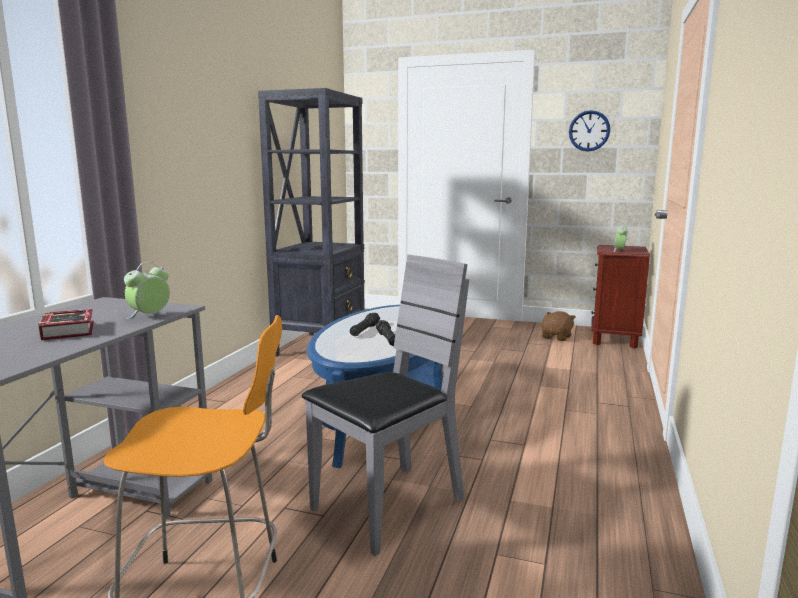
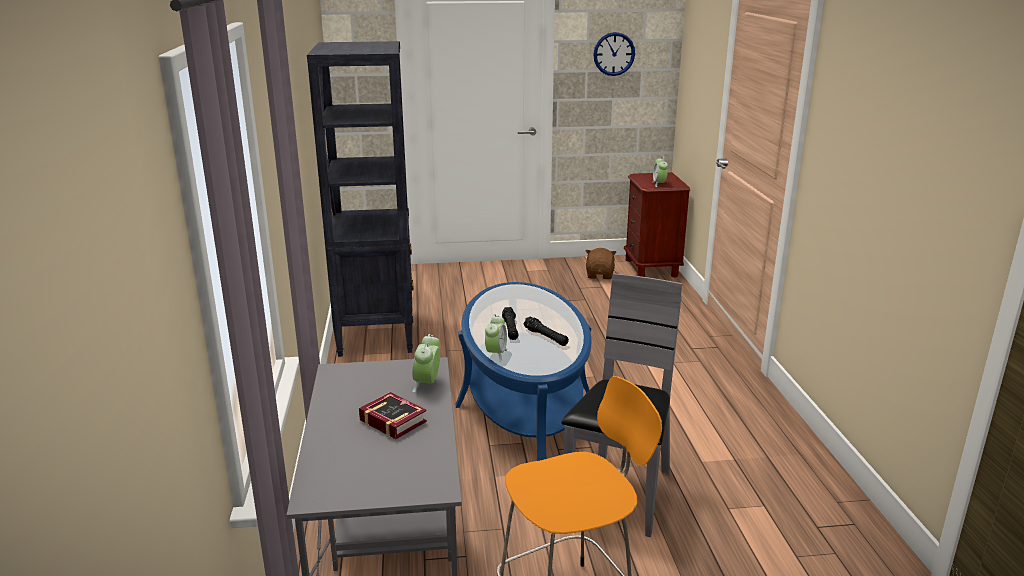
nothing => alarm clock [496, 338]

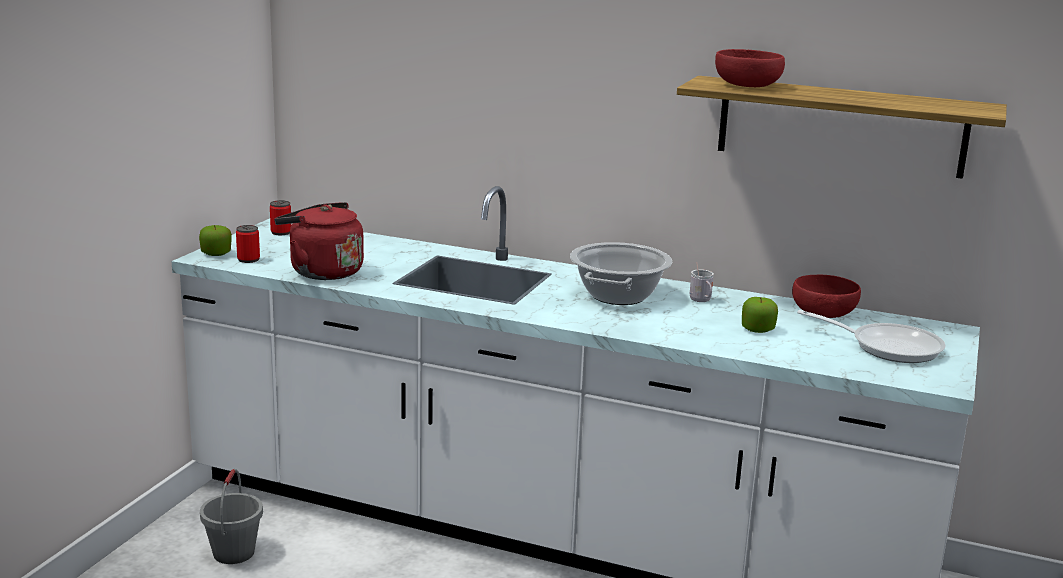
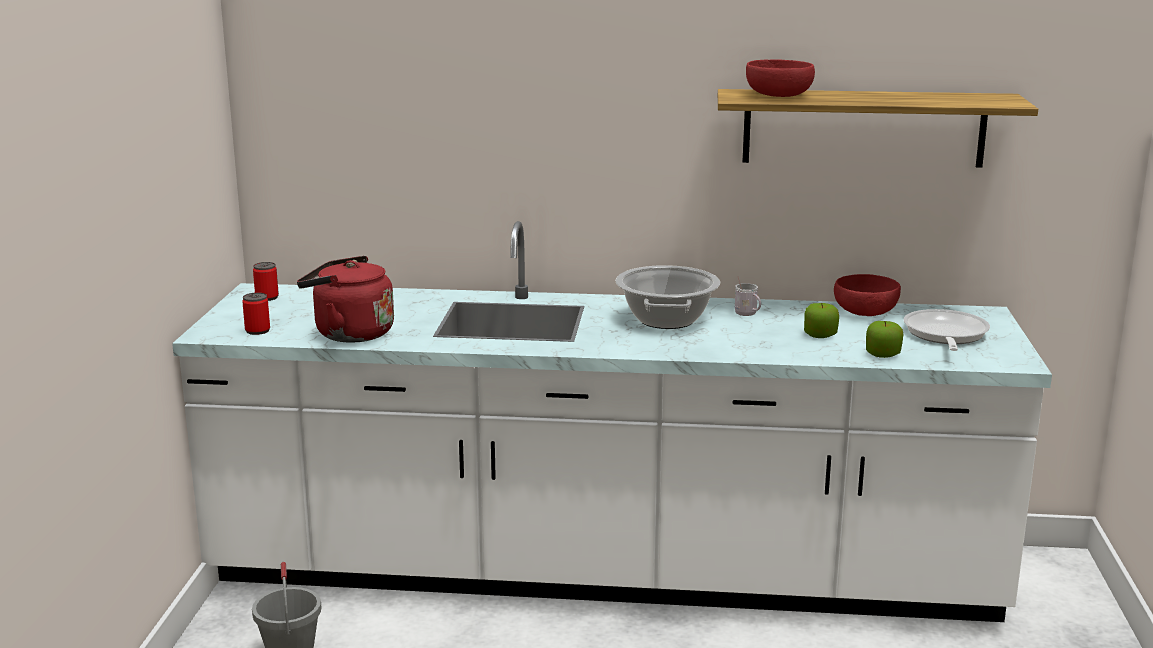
apple [215, 240] => apple [884, 339], move
frying pan [871, 336] => frying pan [946, 330], 90 degrees counterclockwise

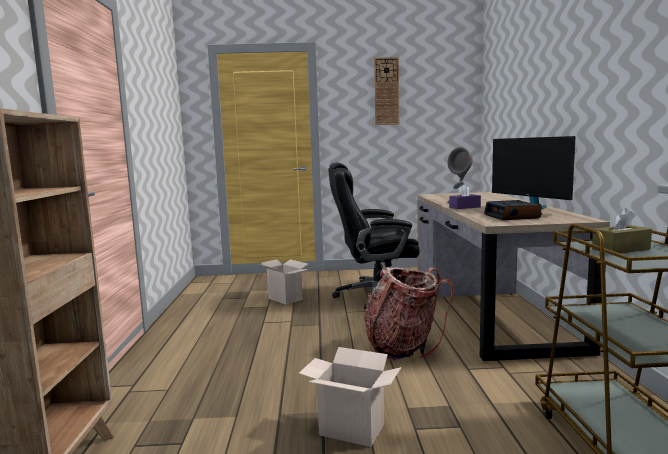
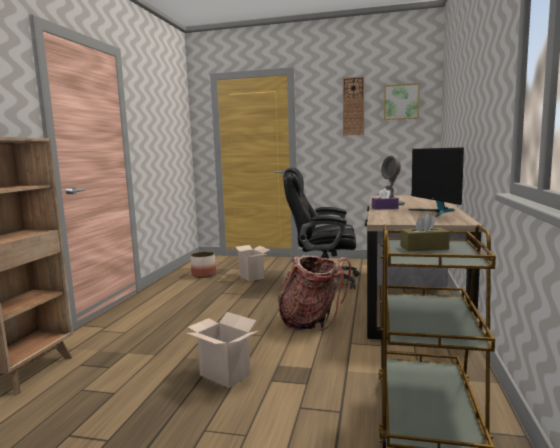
alarm clock [512, 210] => nothing
nothing => picture [402, 101]
nothing => planter [203, 264]

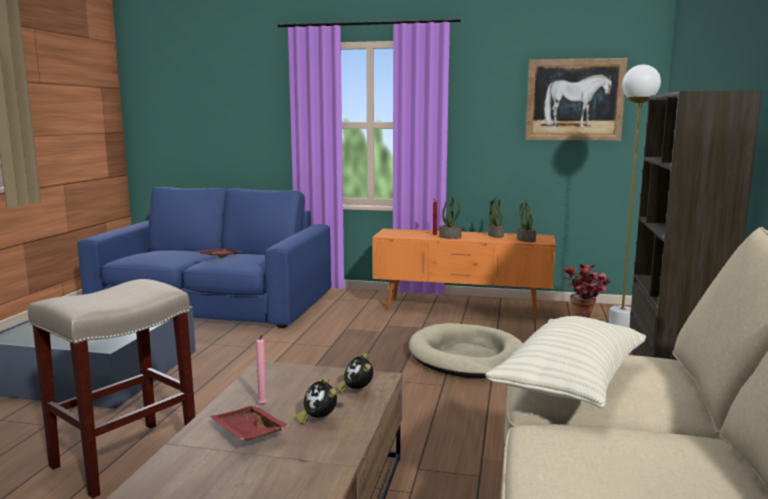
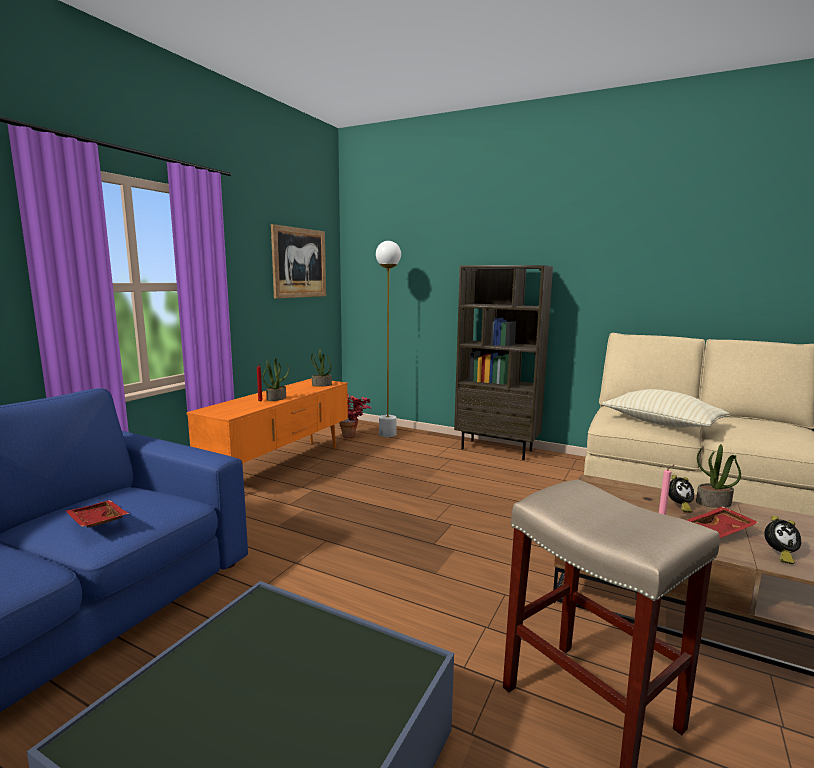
potted plant [496, 217] => potted plant [718, 476], move
beige dog bed [466, 350] => nothing
alarm clock [355, 373] => alarm clock [782, 539], move

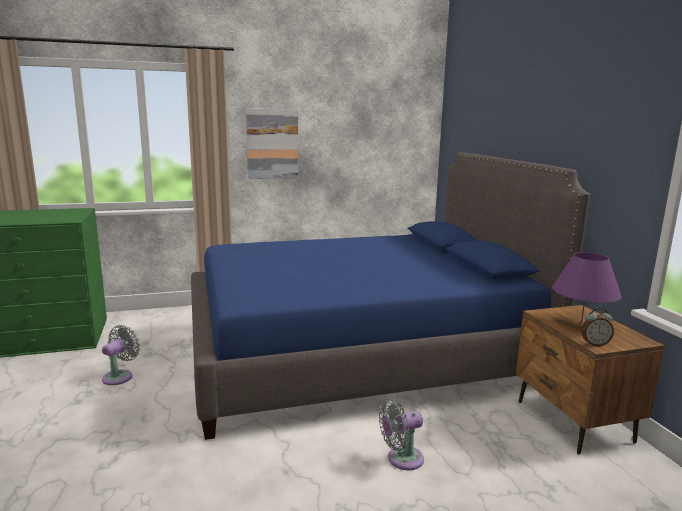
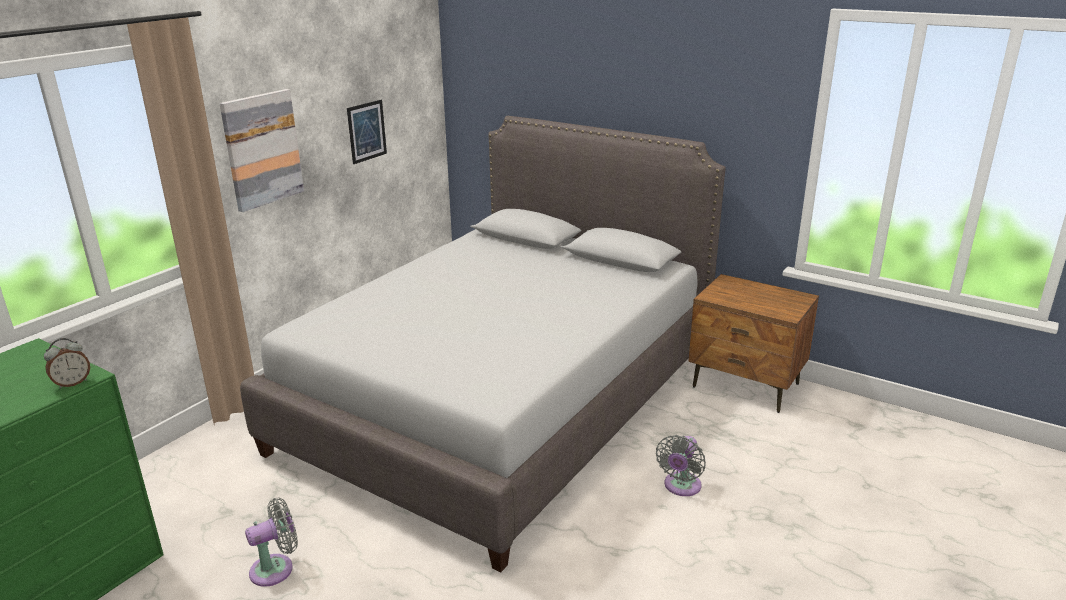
blue bed [390, 296] => grey bed [483, 344]
purple table lamp [587, 288] => nothing
alarm clock [597, 327] => alarm clock [67, 363], move
grey fan [121, 355] => grey fan [271, 542], 75 degrees clockwise
nothing => picture [367, 132]

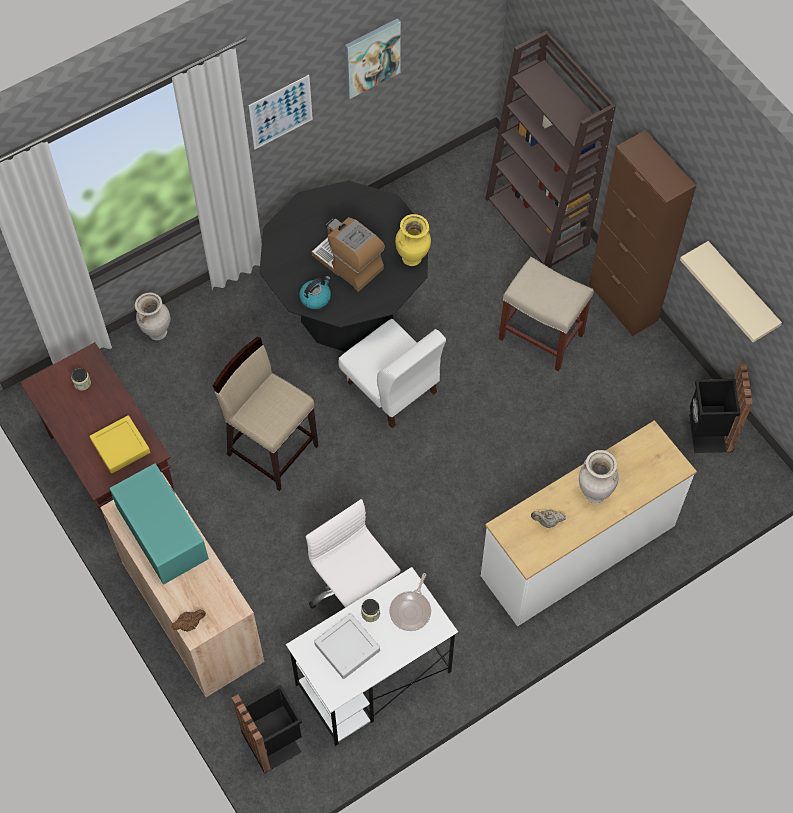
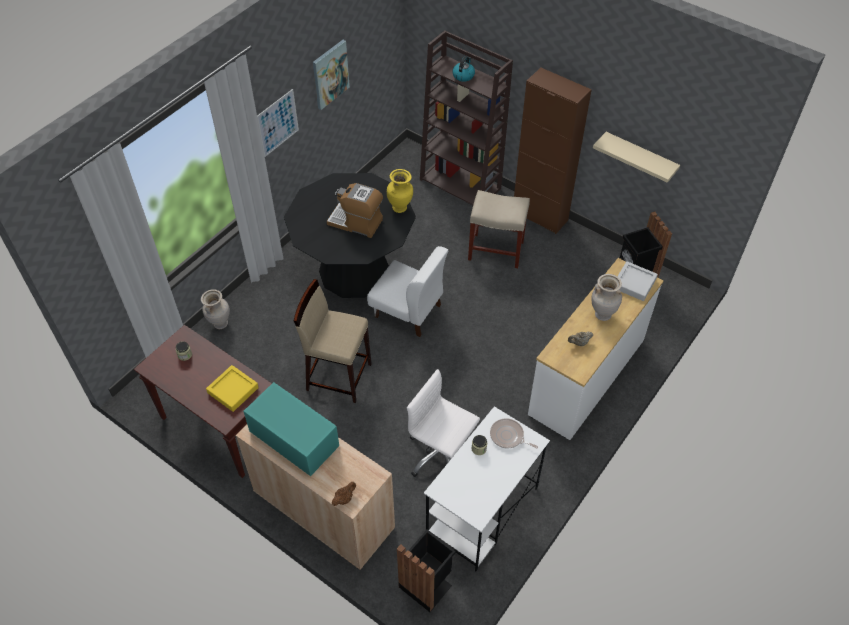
kettle [315, 292] => kettle [463, 69], move
frying pan [410, 602] => frying pan [514, 433], 120 degrees clockwise
grey tray [347, 646] => grey tray [637, 281], move

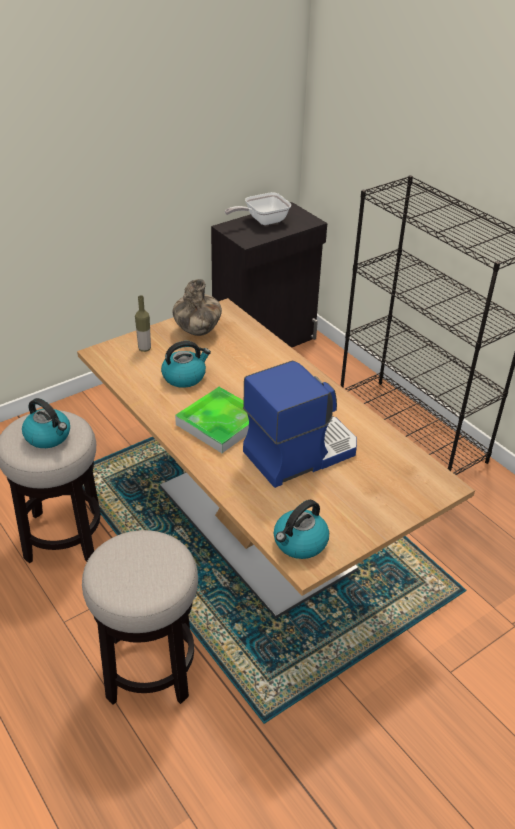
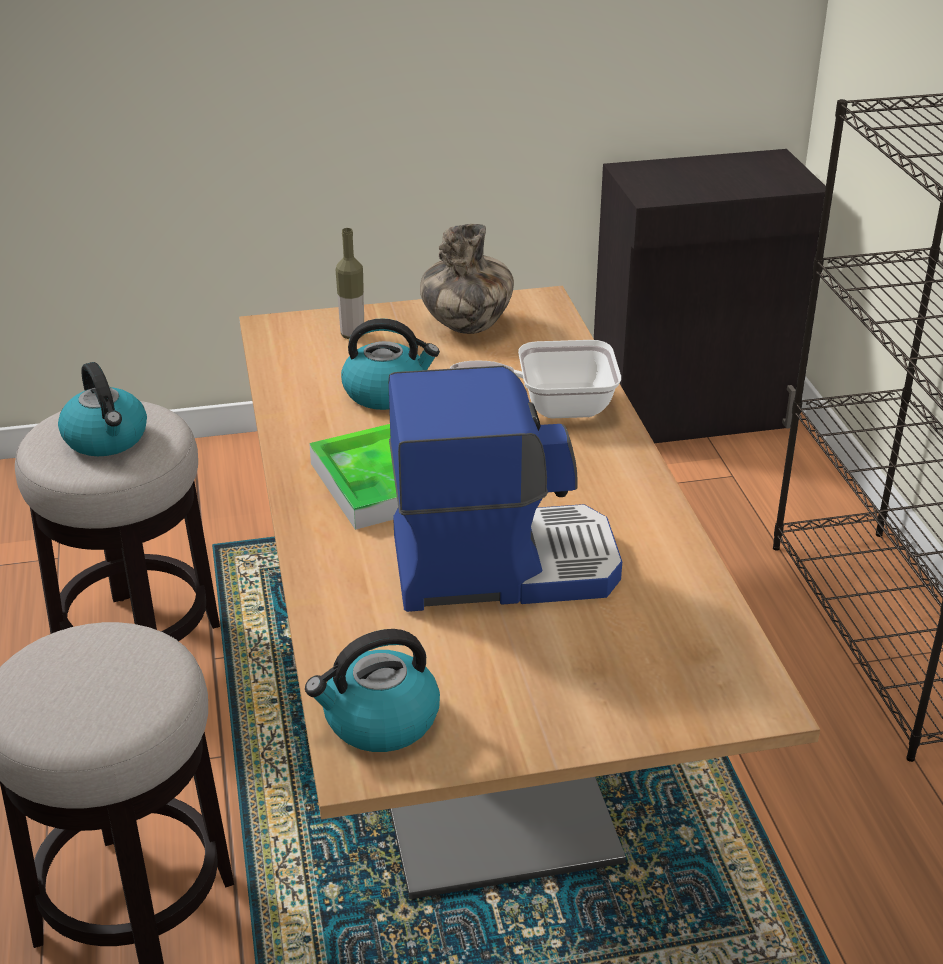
frying pan [258, 208] => frying pan [535, 379], move

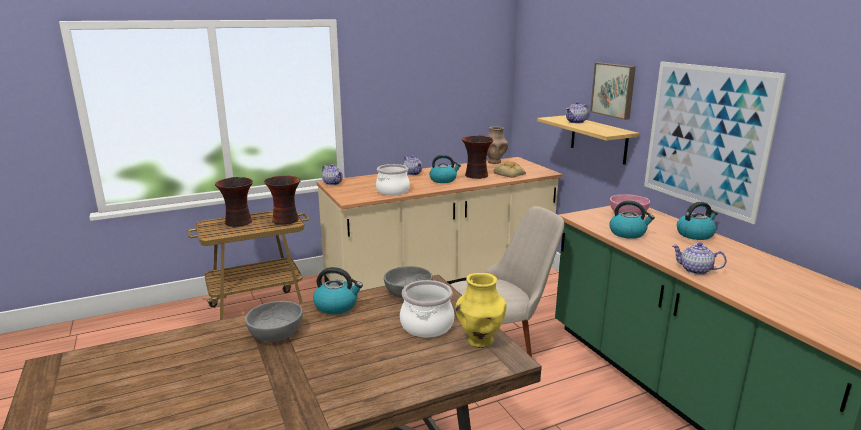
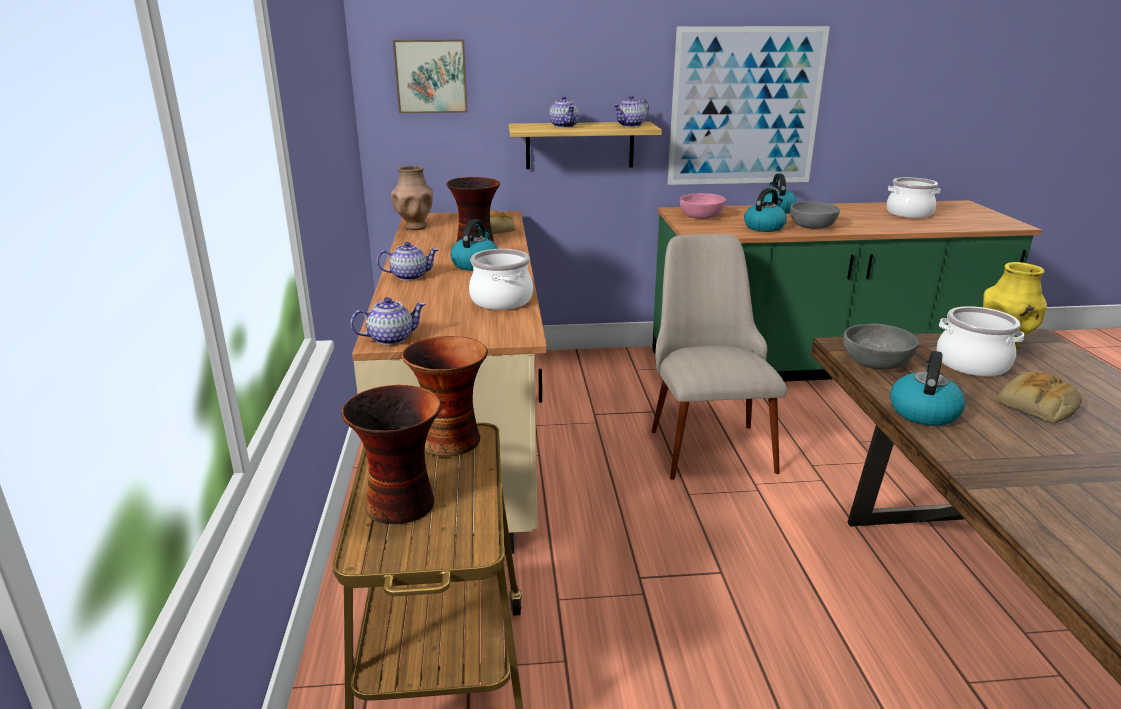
picture [613, 91] => picture [430, 76], move
teapot [699, 258] => teapot [631, 111], move
grey bowl [274, 321] => grey bowl [815, 215], move
nothing => cooking pot [913, 197]
nothing => bread [1039, 397]

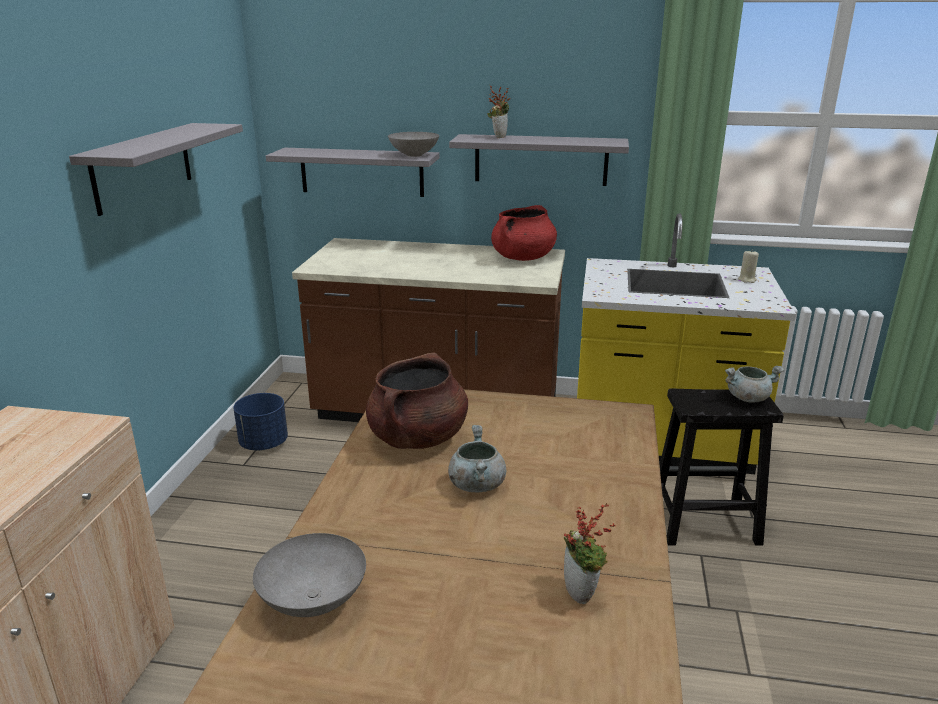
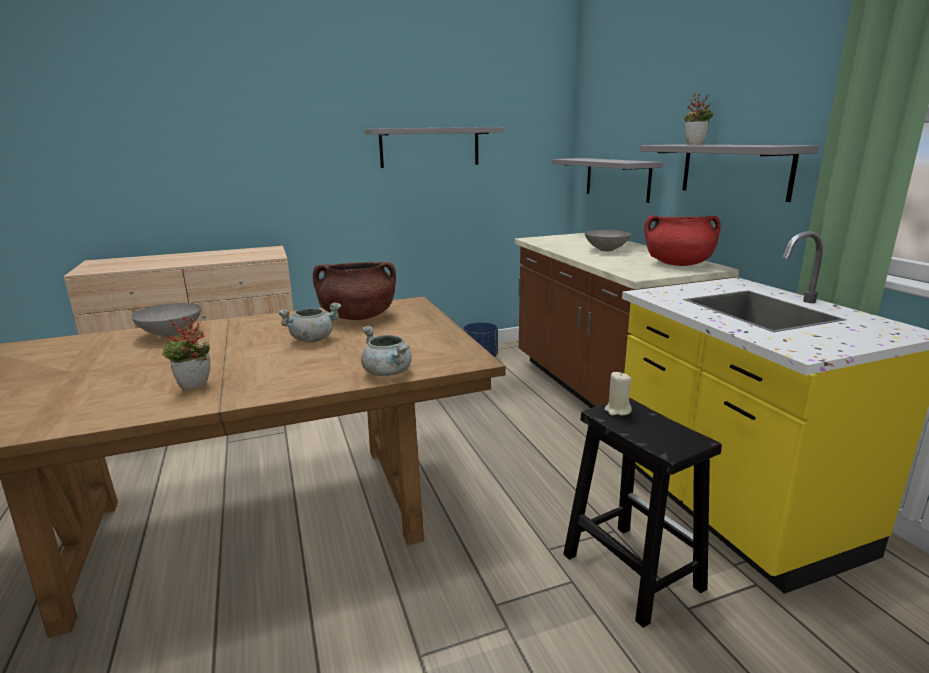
grey bowl [413, 144] => grey bowl [608, 241], move
beige candle [748, 267] => beige candle [618, 394], move
grey cooking pot [754, 384] => grey cooking pot [386, 351], move

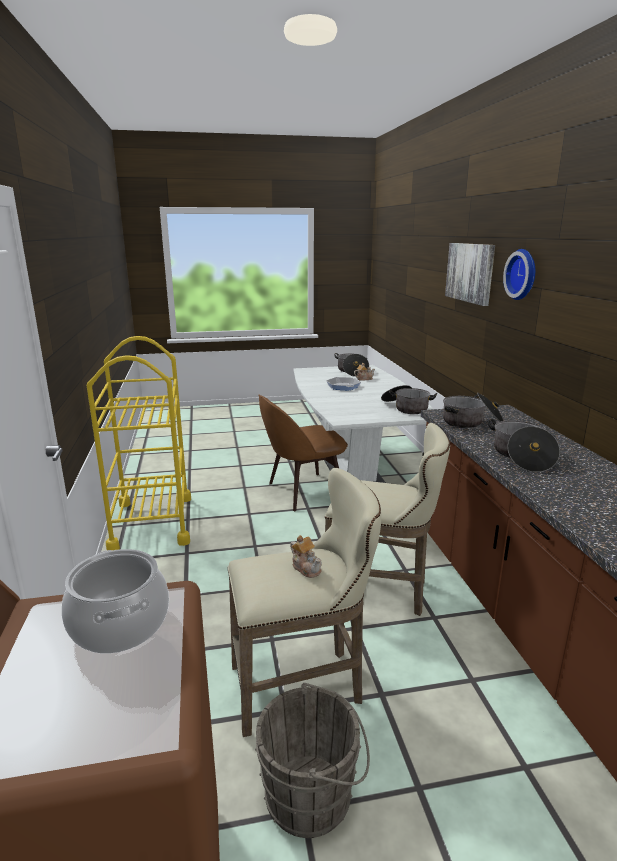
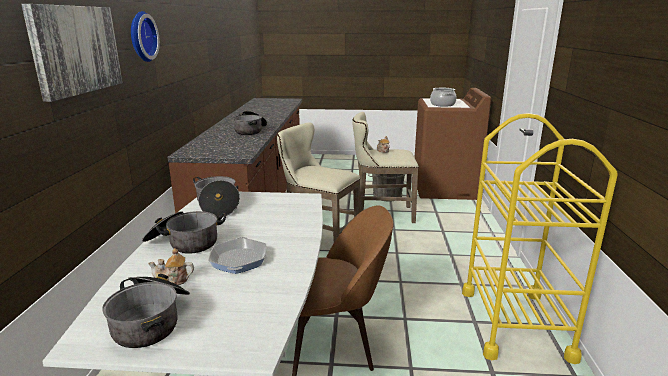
cooking pot [473, 410] => cooking pot [184, 232], move

